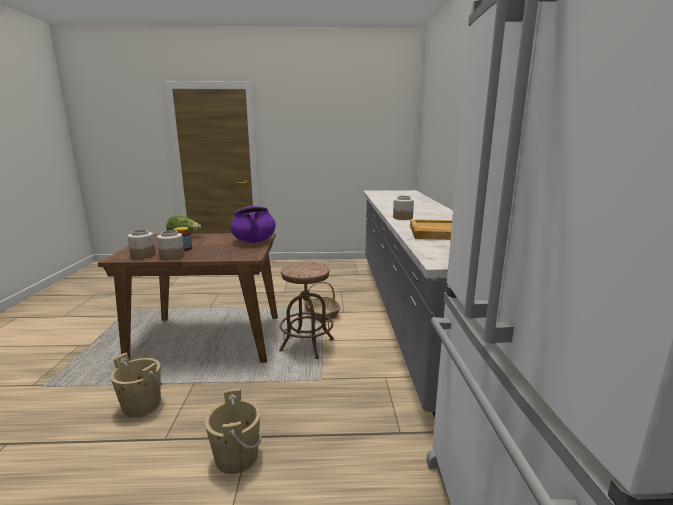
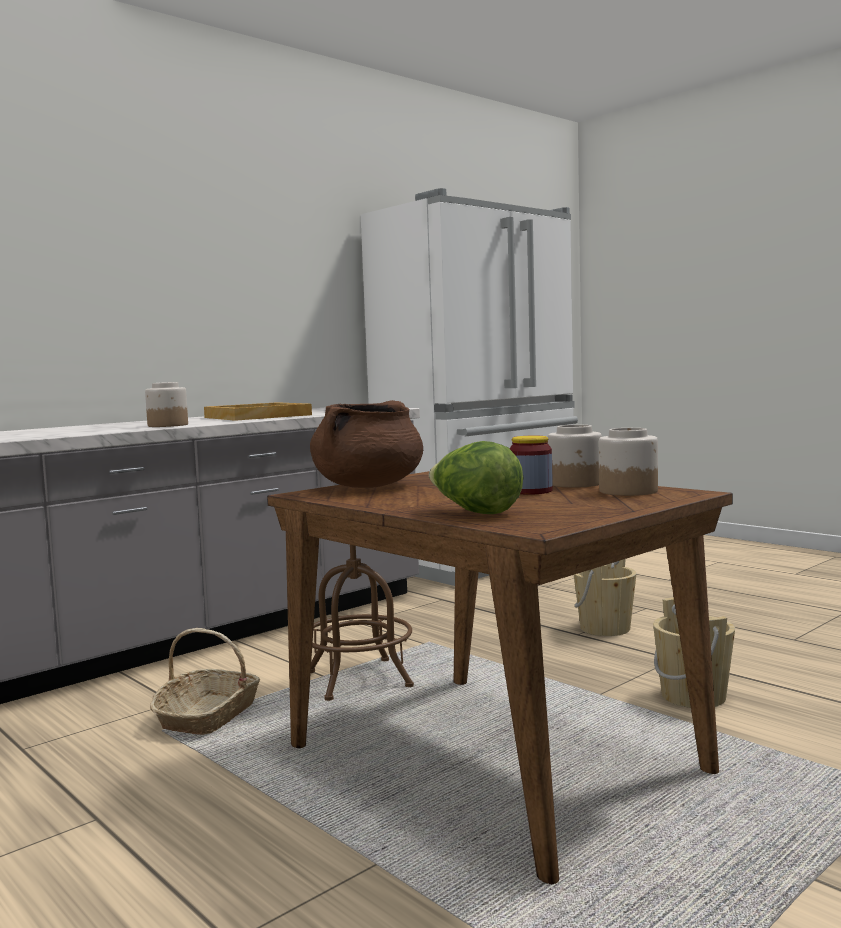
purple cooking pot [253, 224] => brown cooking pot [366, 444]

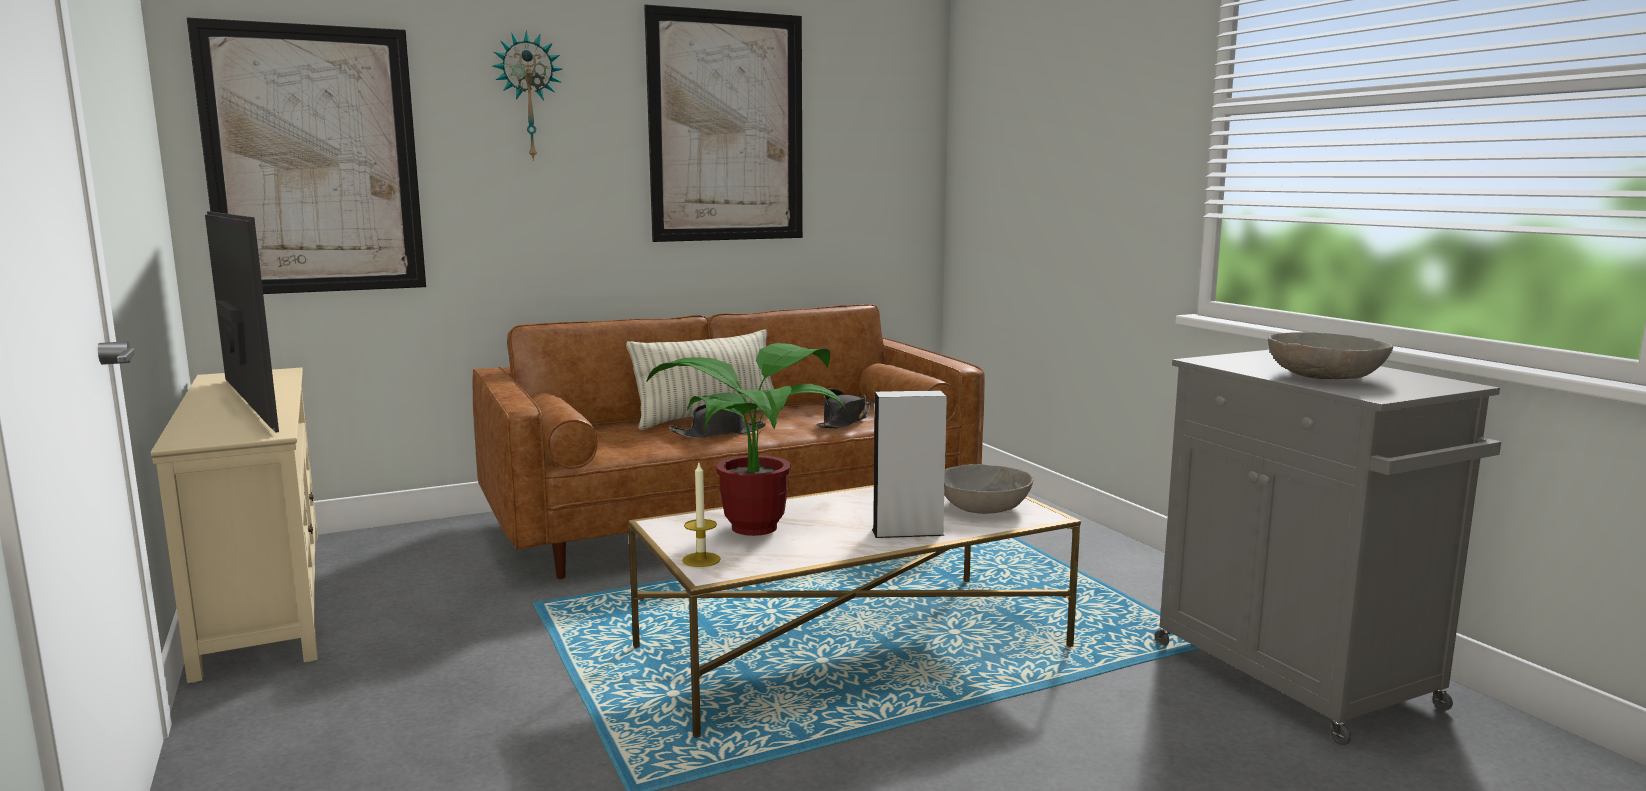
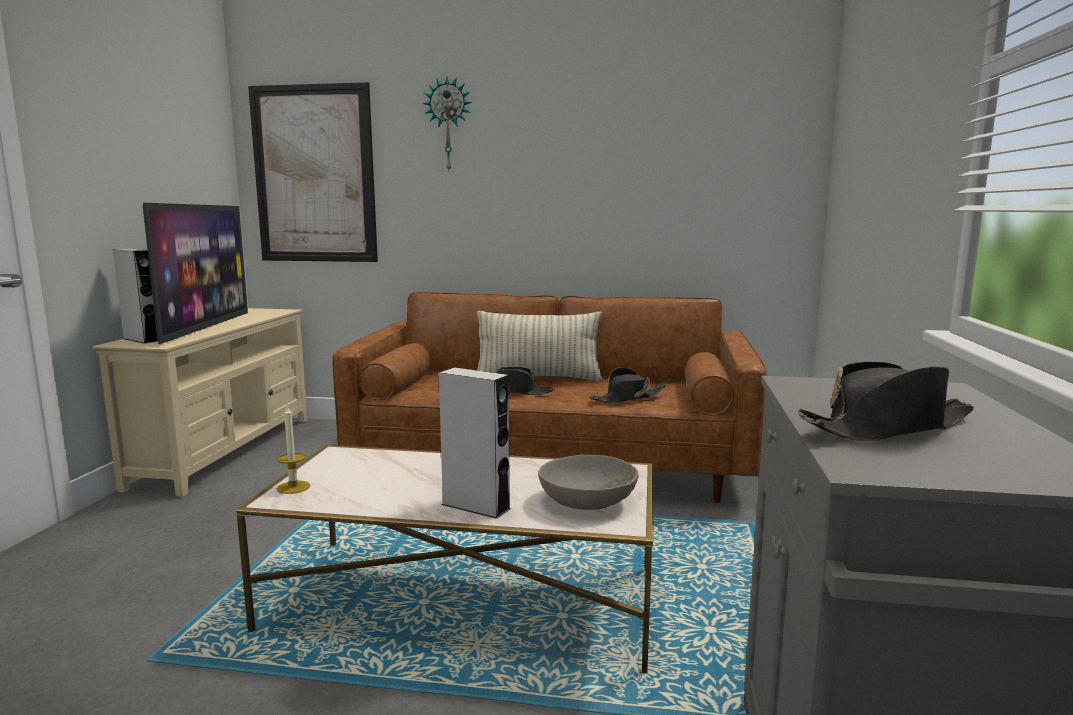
picture [723, 123] => nothing
grey bowl [1330, 355] => black hat [885, 401]
potted plant [746, 439] => nothing
nothing => grey speaker [135, 296]

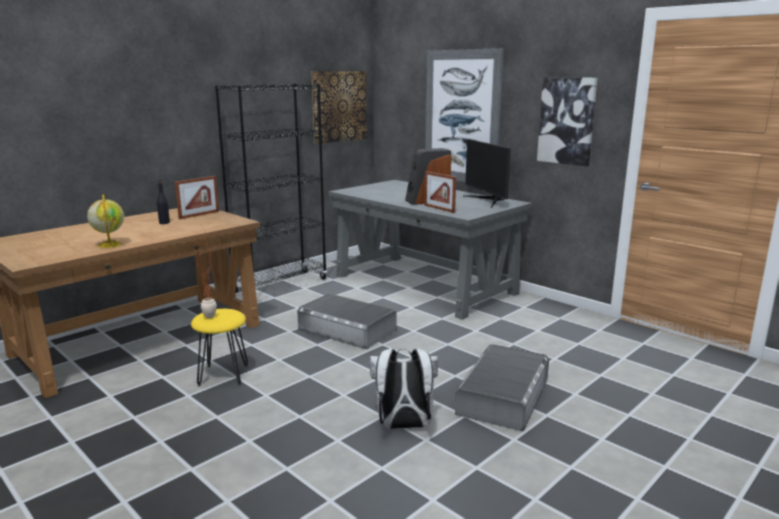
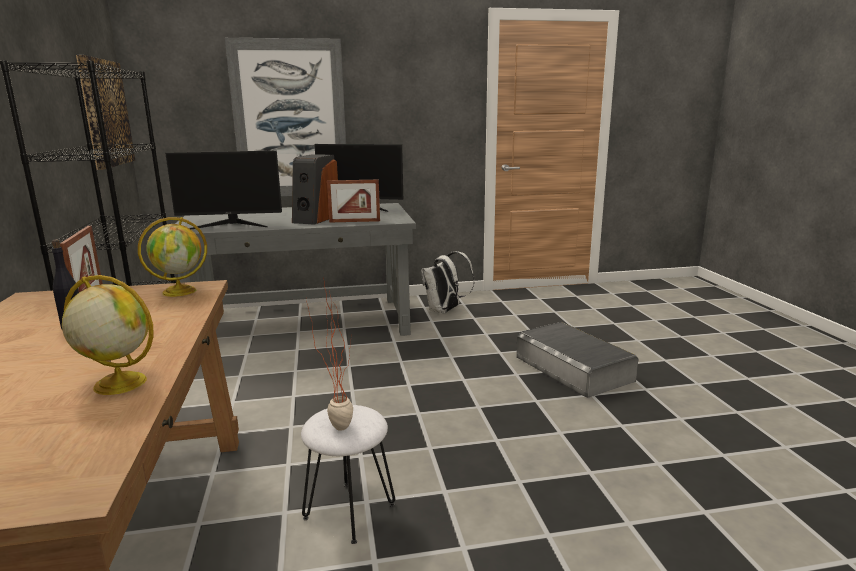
picture [567, 121] => nothing
grey storage box [347, 321] => nothing
yellow stool [219, 347] => white stool [348, 474]
white backpack [403, 389] => white backpack [447, 282], move
nothing => monitor [223, 189]
nothing => globe [172, 257]

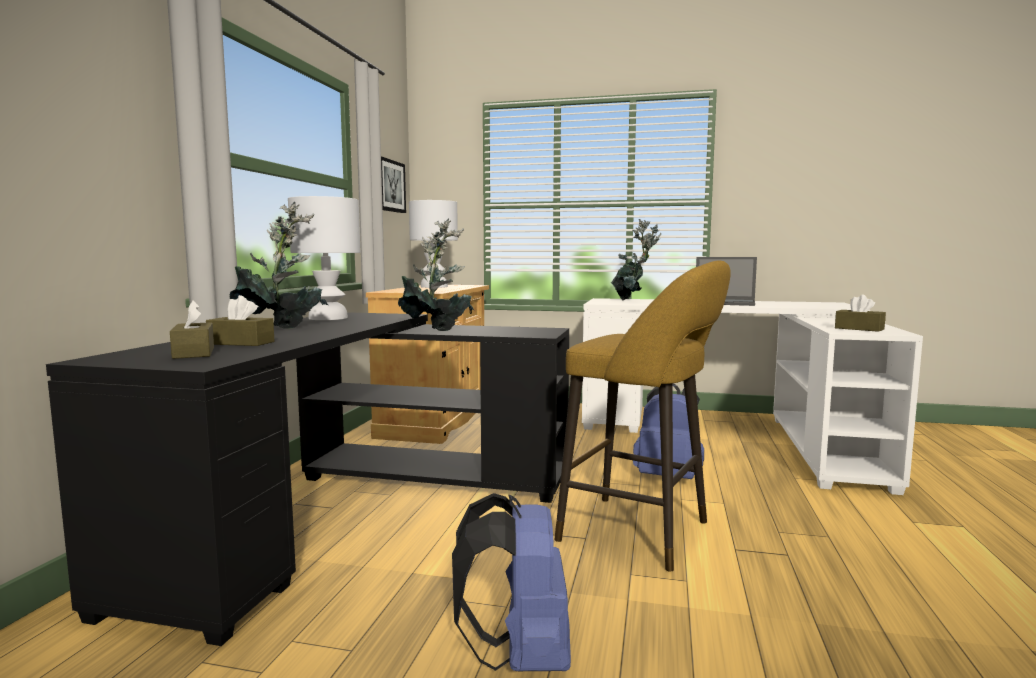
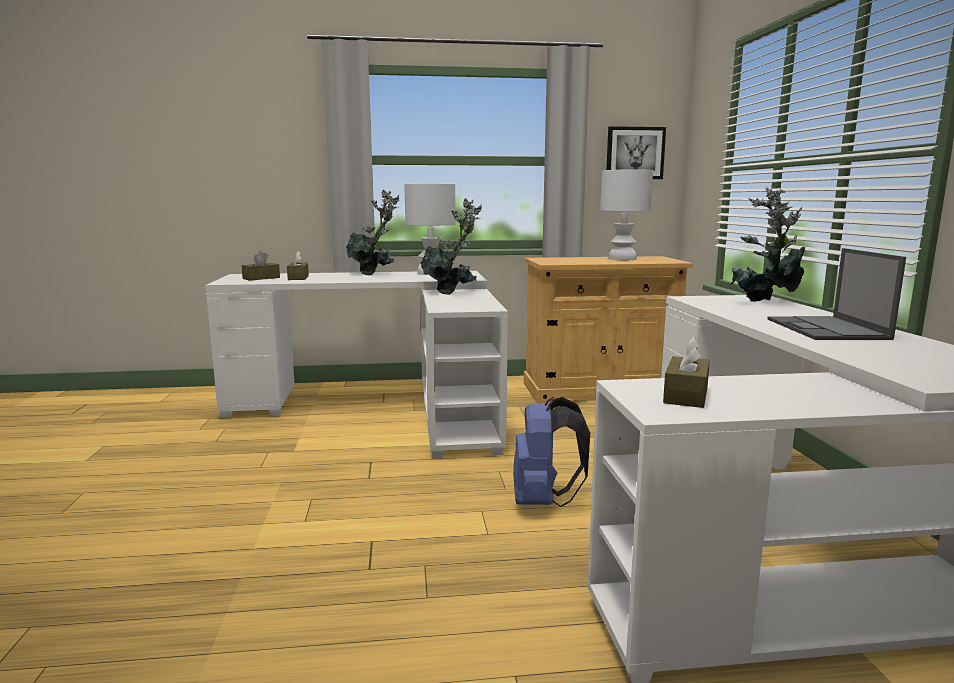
yellow stool [643, 415] => nothing
black desk [307, 479] => white desk [356, 364]
blue backpack [511, 582] => nothing

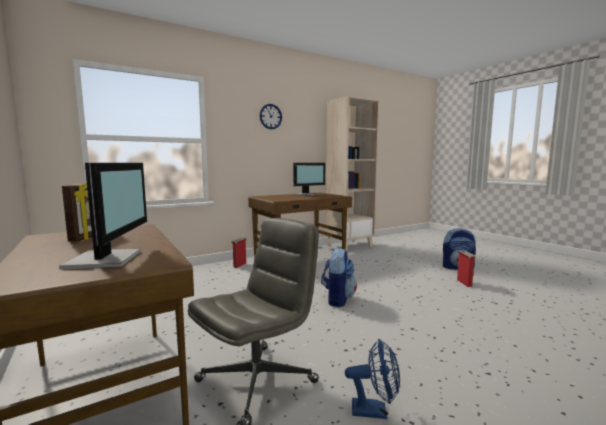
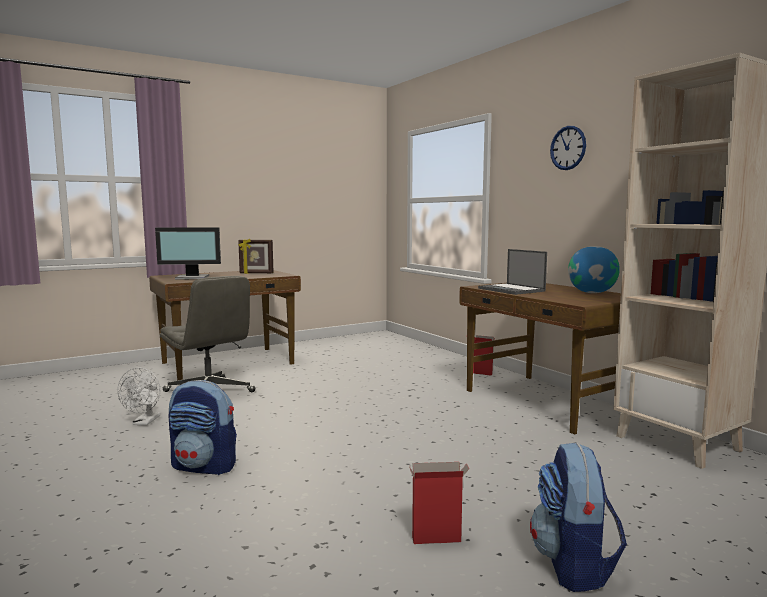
monitor [309, 179] => globe [594, 269]
backpack [339, 277] => backpack [203, 427], move
blue fan [372, 379] => white fan [138, 396]
nothing => laptop [512, 272]

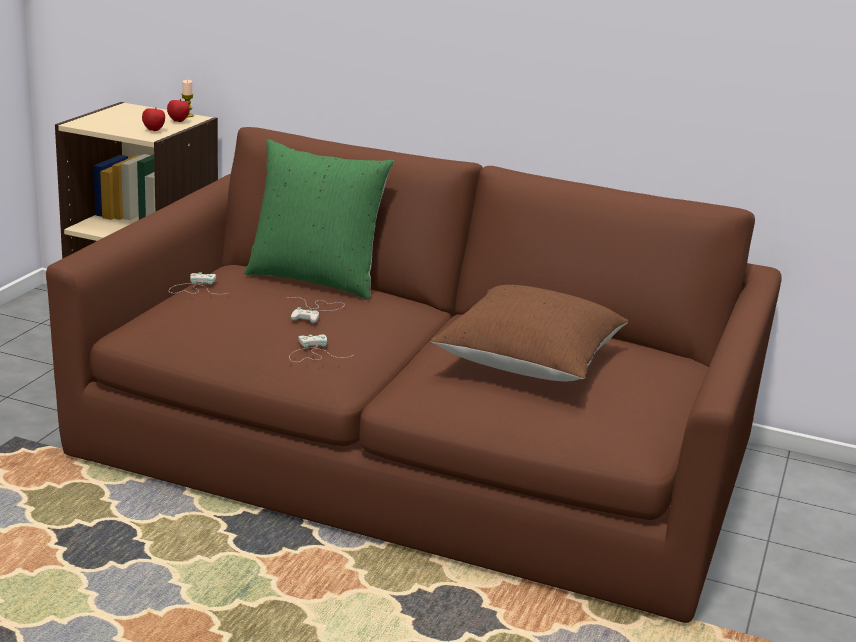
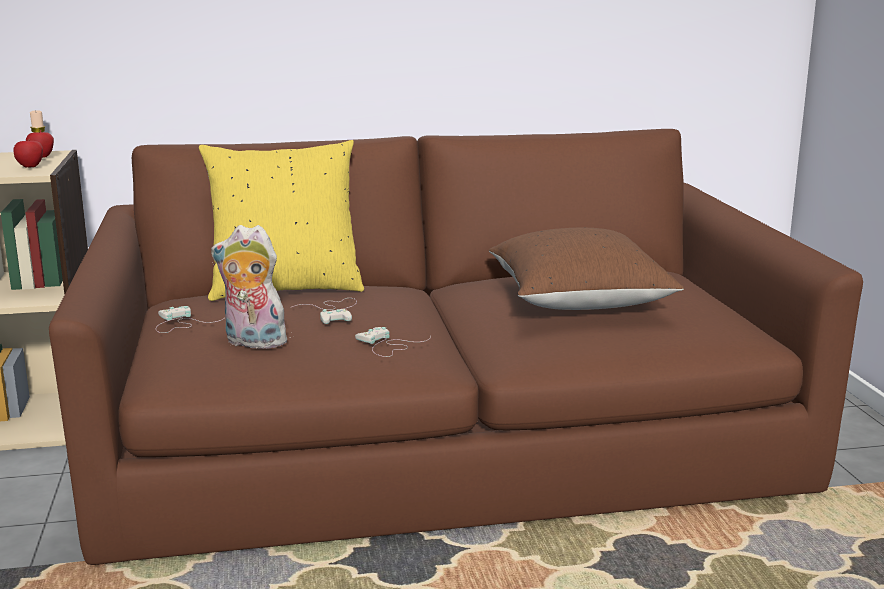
green pillow [319, 219] => yellow pillow [281, 220]
nothing => plush toy [252, 287]

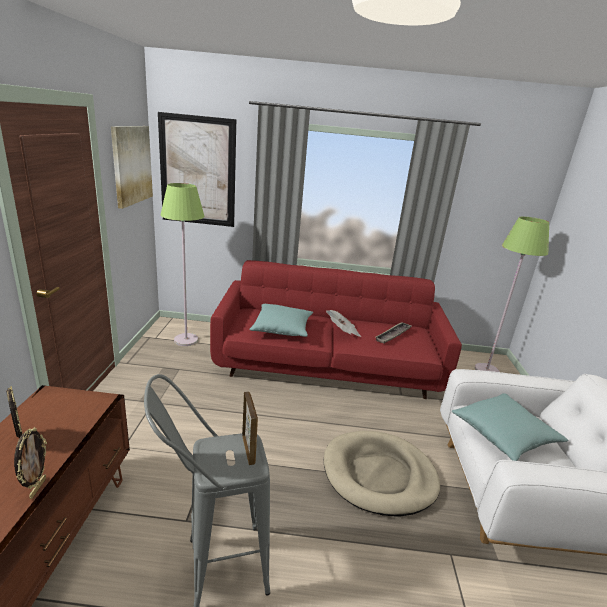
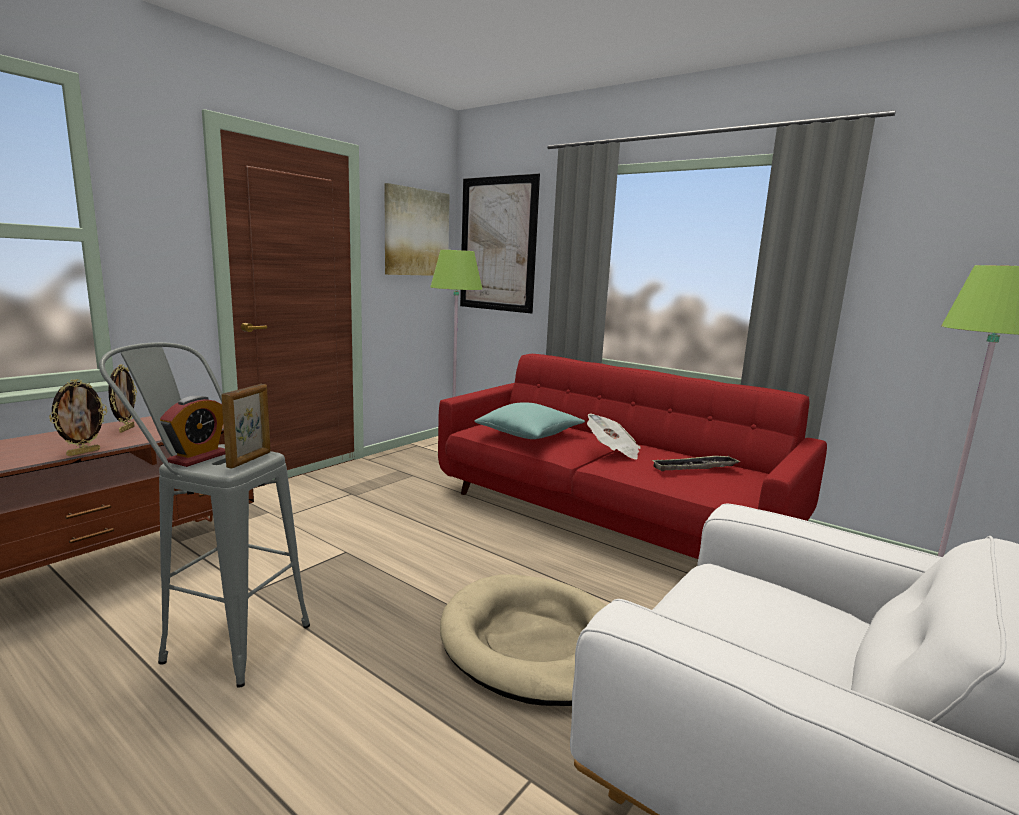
turquoise pillow [510, 427] => nothing
nothing => alarm clock [192, 431]

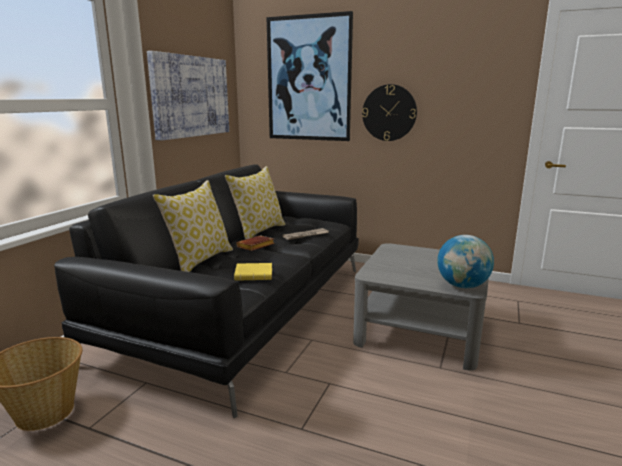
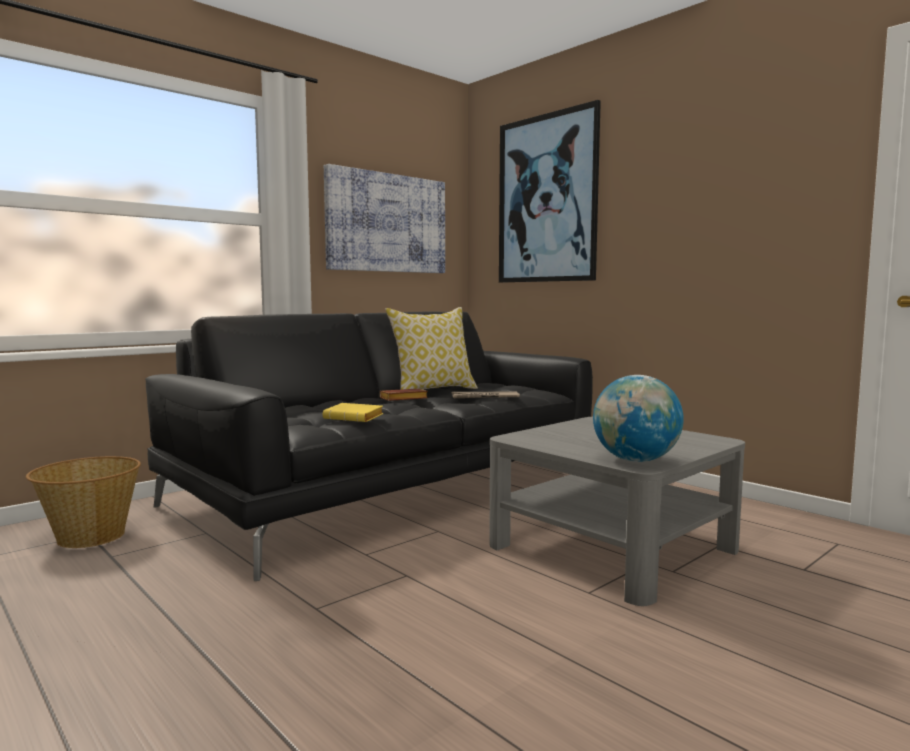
wall clock [389, 112] => nothing
pillow [193, 226] => nothing

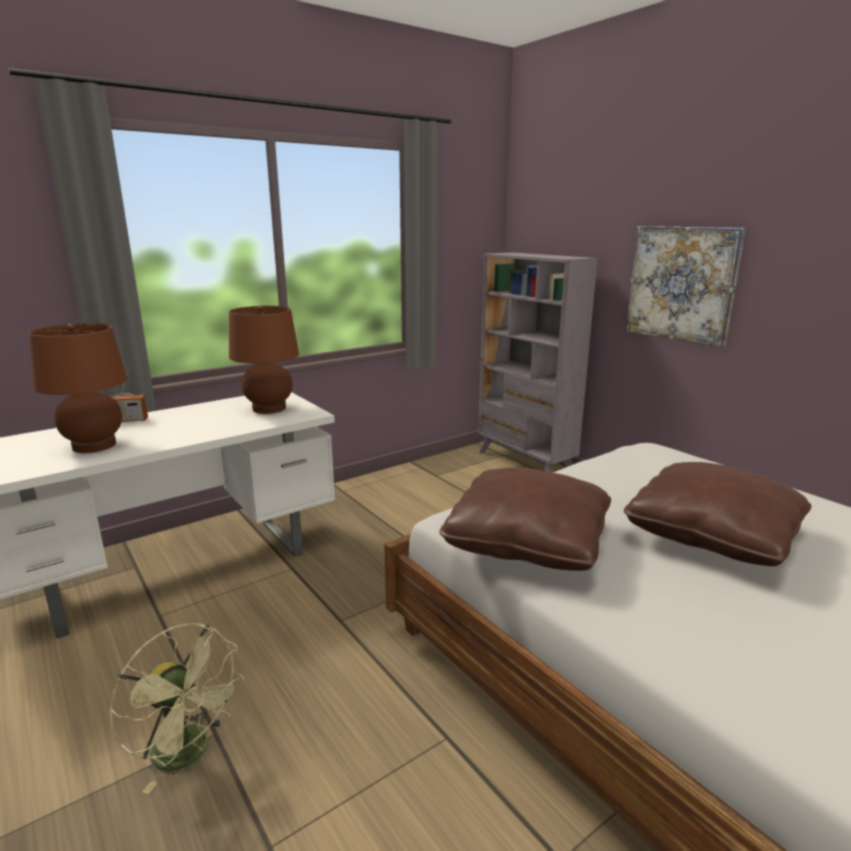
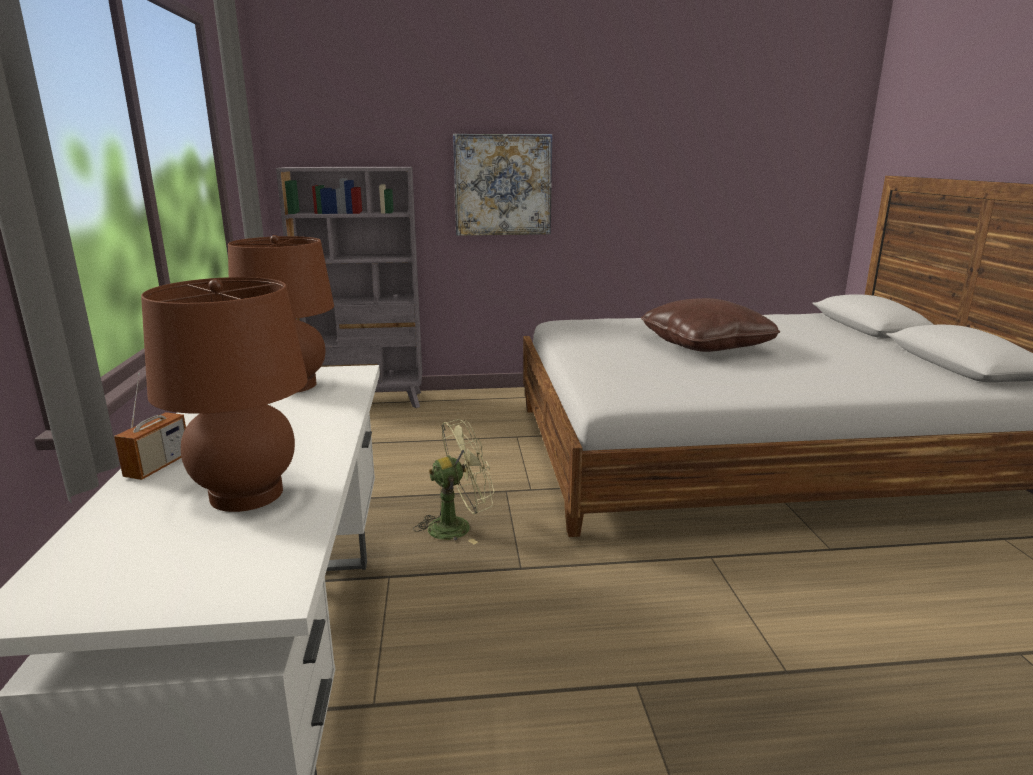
brown pillow [525, 519] => nothing
green fan [177, 708] => green fan [454, 482], move

